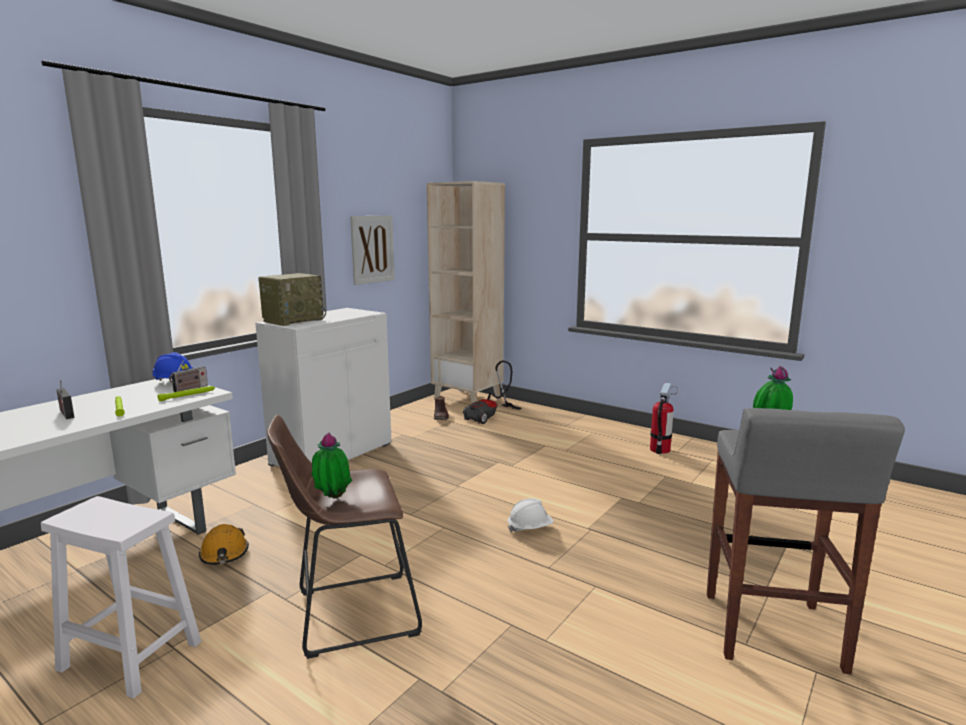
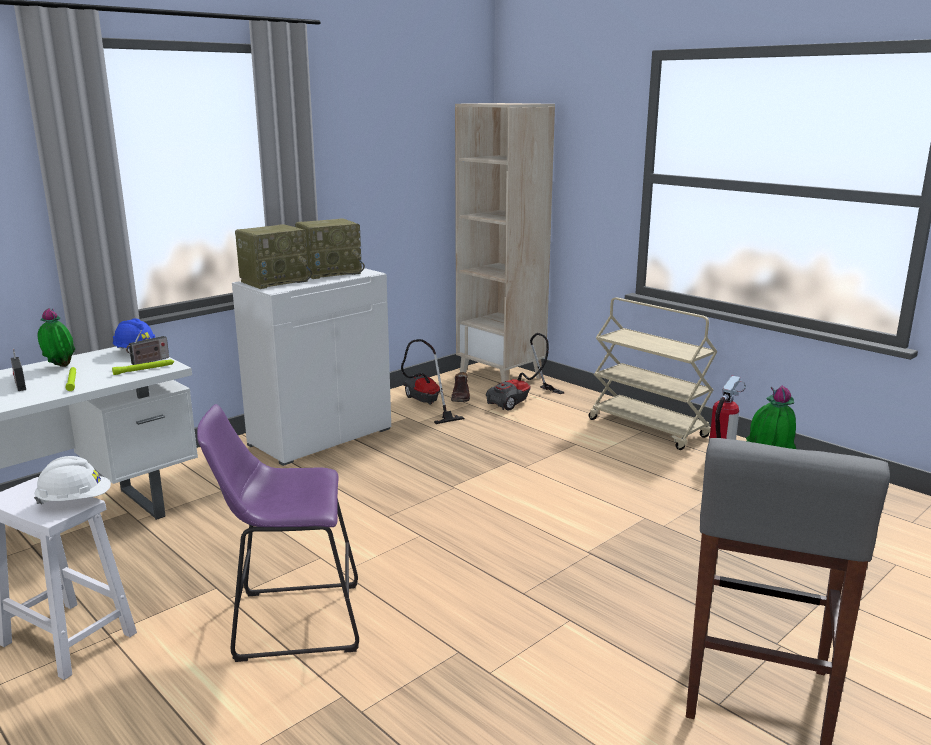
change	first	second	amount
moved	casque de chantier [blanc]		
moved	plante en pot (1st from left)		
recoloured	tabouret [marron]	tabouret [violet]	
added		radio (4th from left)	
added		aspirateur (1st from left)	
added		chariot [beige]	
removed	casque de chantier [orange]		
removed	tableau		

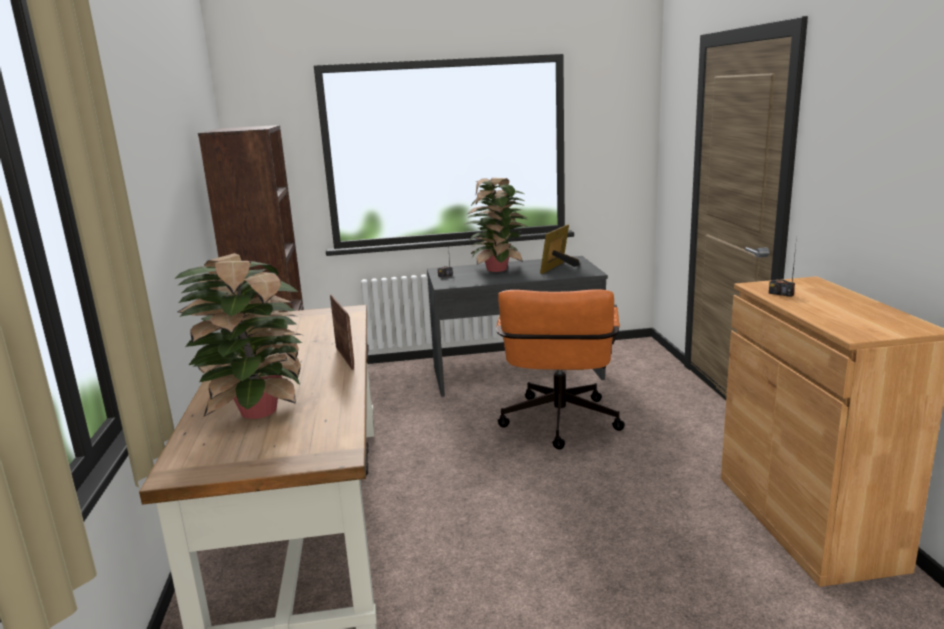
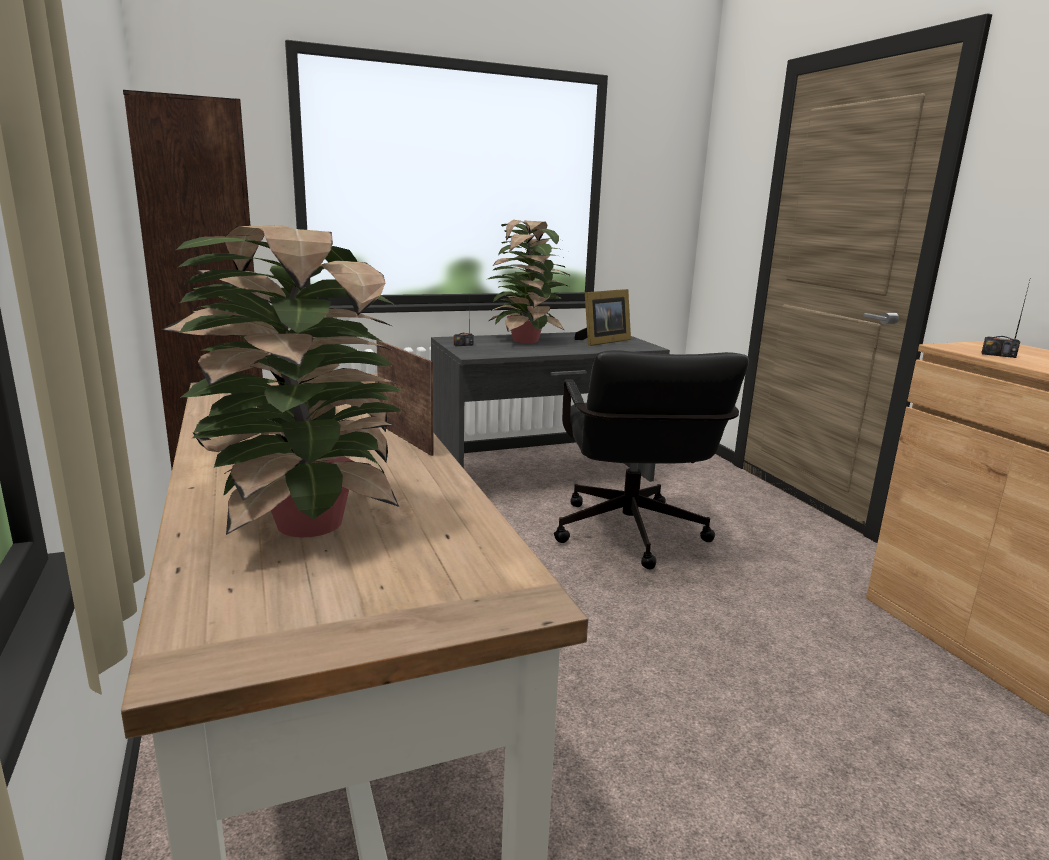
change	first	second	amount
recoloured	chaise de bureau [orange]	chaise de bureau [noir]	
turned	cadre photo (2nd from left)		150 degrees counterclockwise

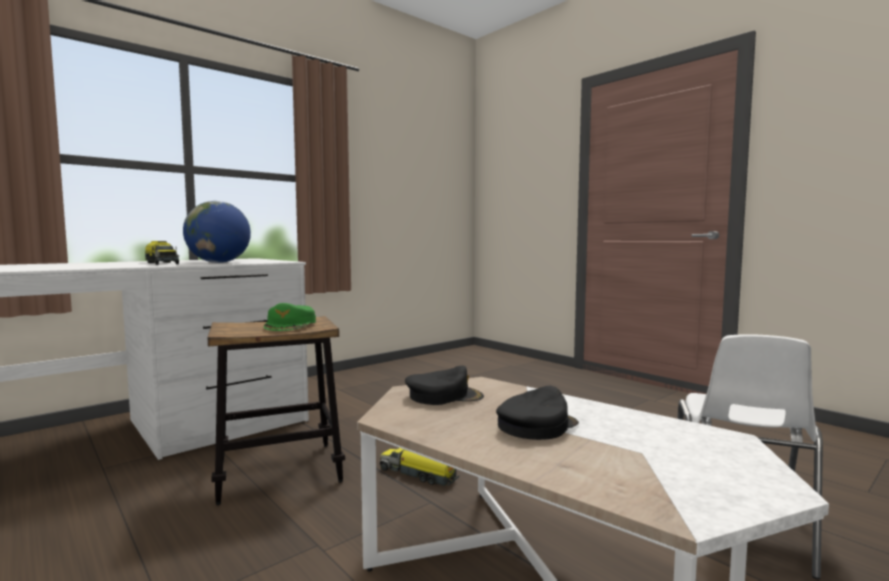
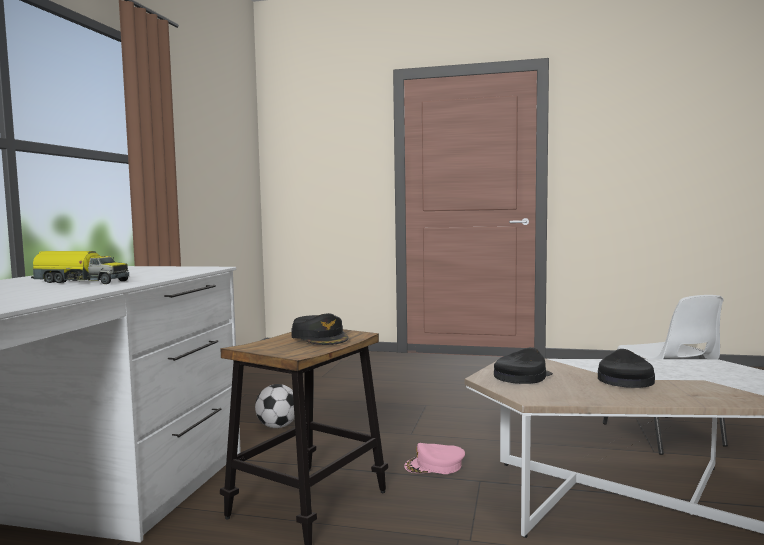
change	first	second	amount
added		ballon de foot	
recoloured	casquette [vert]	casquette [noir] (1st from left)	
replaced	camion jouet (2nd from left)	casquette [rose]	
removed	globe		

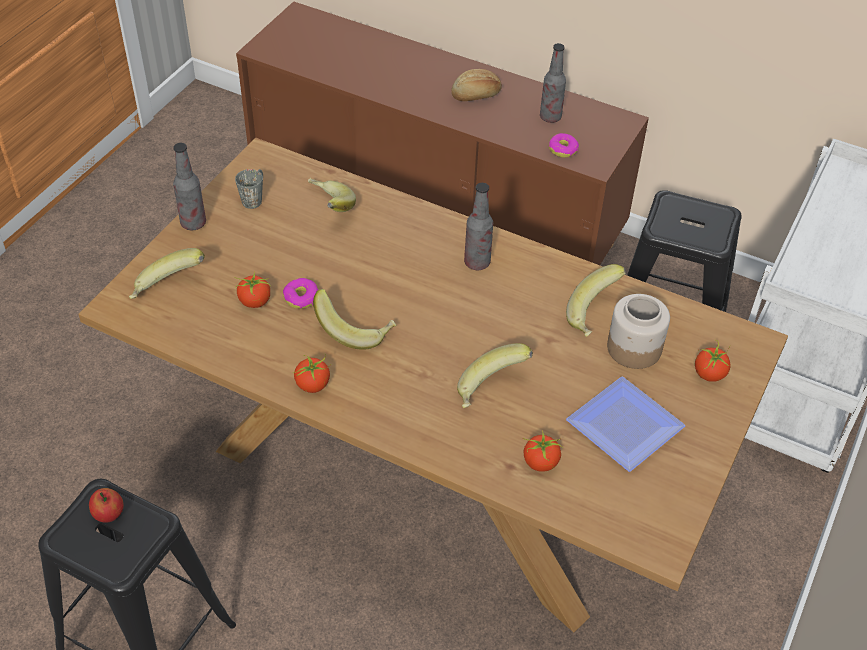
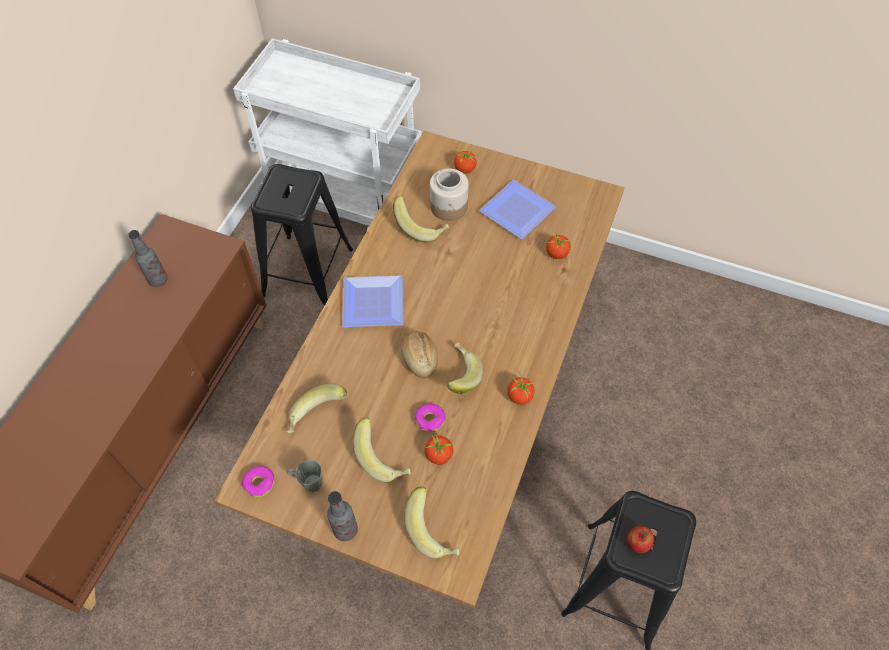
change	first	second	amount
moved	beignet (2nd from left in the first image)	beignet (1st from left)	
replaced	bouteille (2nd from left)	assiette (1st from left)	
moved	banane (4th from left in the first image)	banane (2nd from left)	
moved	pain		

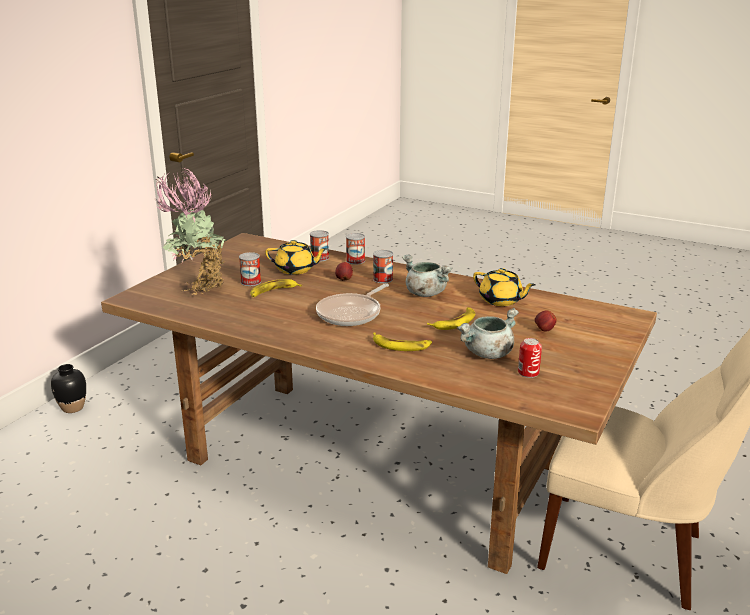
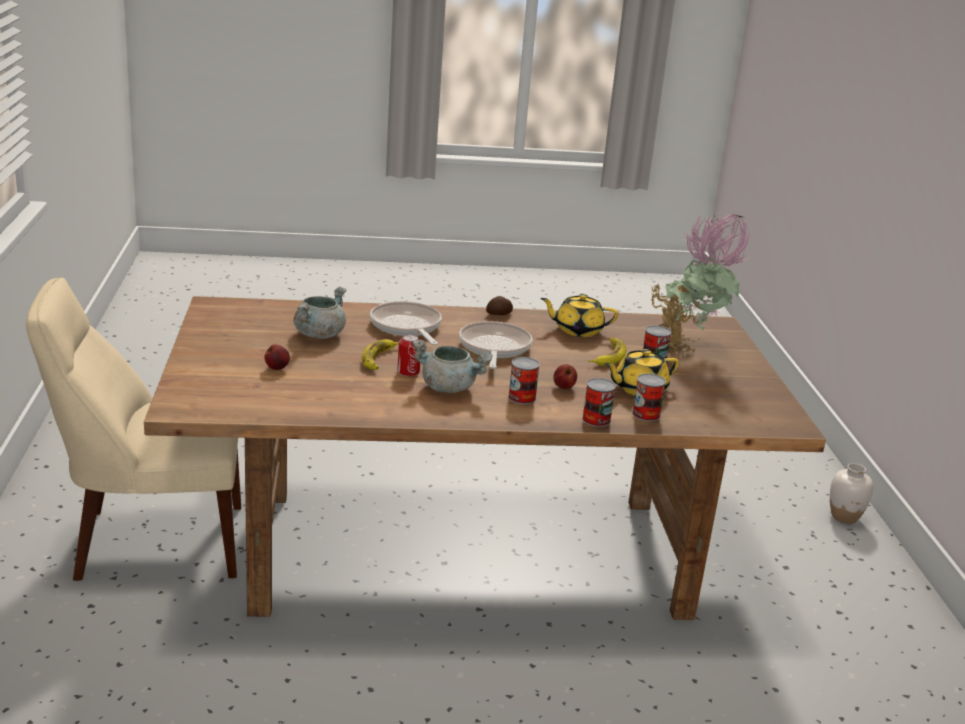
change	first	second	amount
replaced	banane (2nd from left)	poêle (1st from left)	
moved	boîte métallique (5th from left in the first image)	boîte métallique (1st from left)	
added		pomme de terre	
moved	théière [jaune] (2nd from left in the first image)	théière [jaune] (1st from left)	
recoloured	vase [noir]	vase [blanc]	

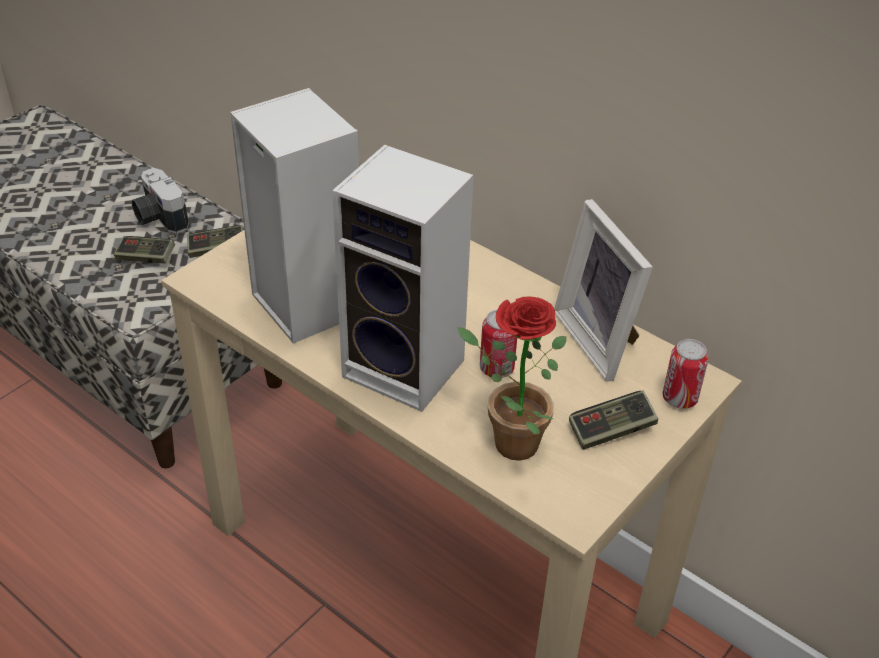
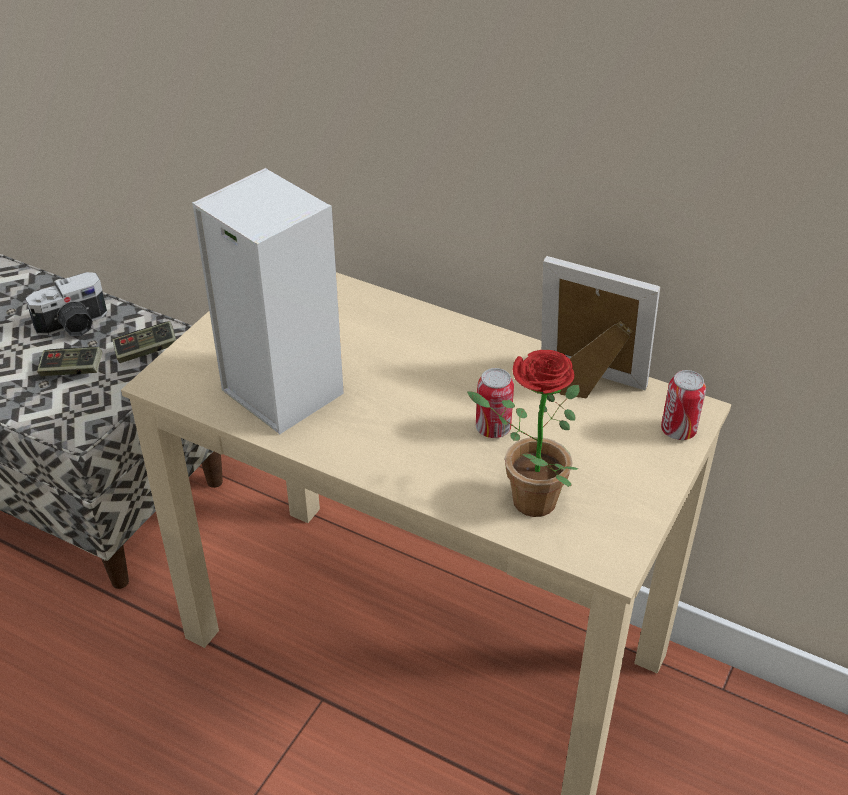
change	first	second	amount
turned	appareil photo		75 degrees counterclockwise
turned	cadre photo		150 degrees clockwise
removed	enceinte (2nd from left)		
removed	manette (3rd from left)		

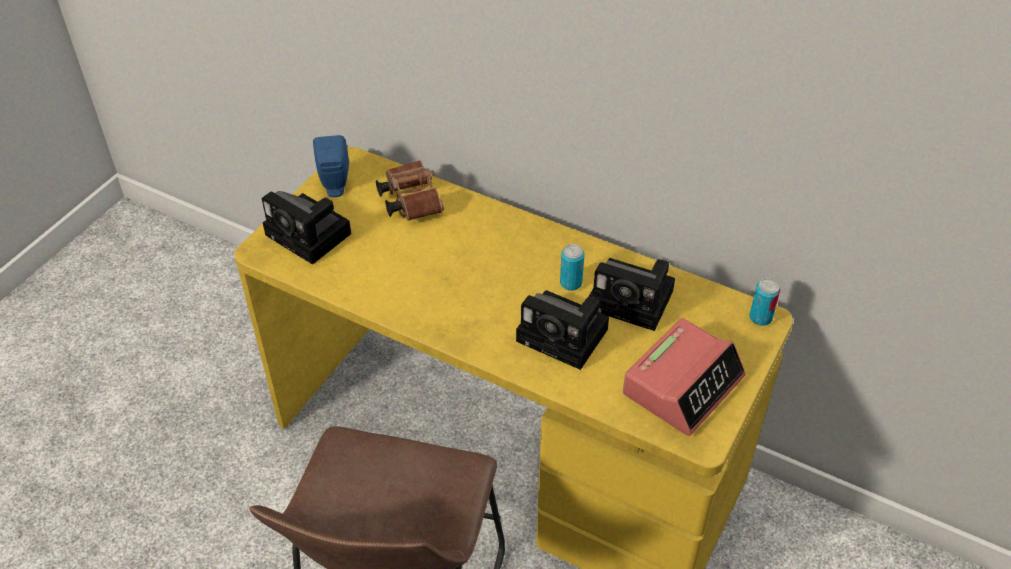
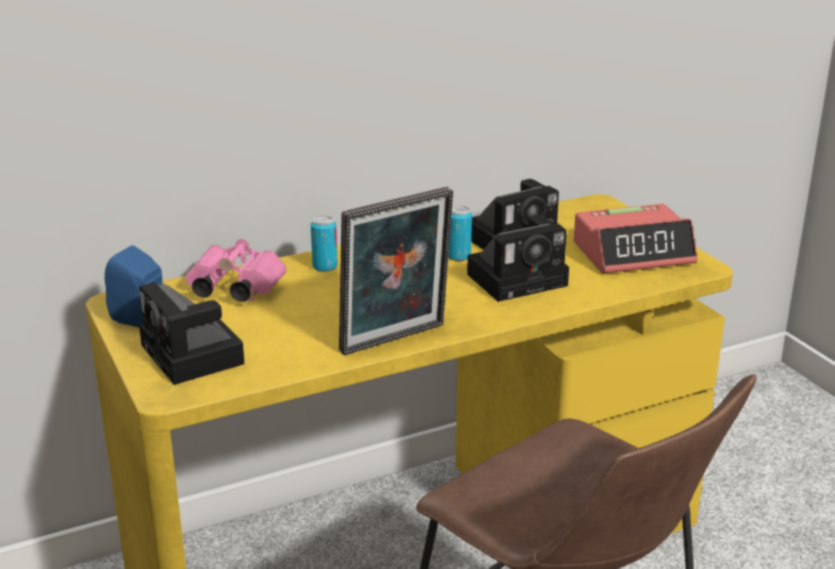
change	first	second	amount
turned	appareil photo (1st from left)		75 degrees clockwise
recoloured	jumelles [marron]	jumelles [rose]	
moved	boîte métallique (2nd from left in the first image)	boîte métallique (1st from left)	
added		cadre photo	
turned	réveil		90 degrees clockwise

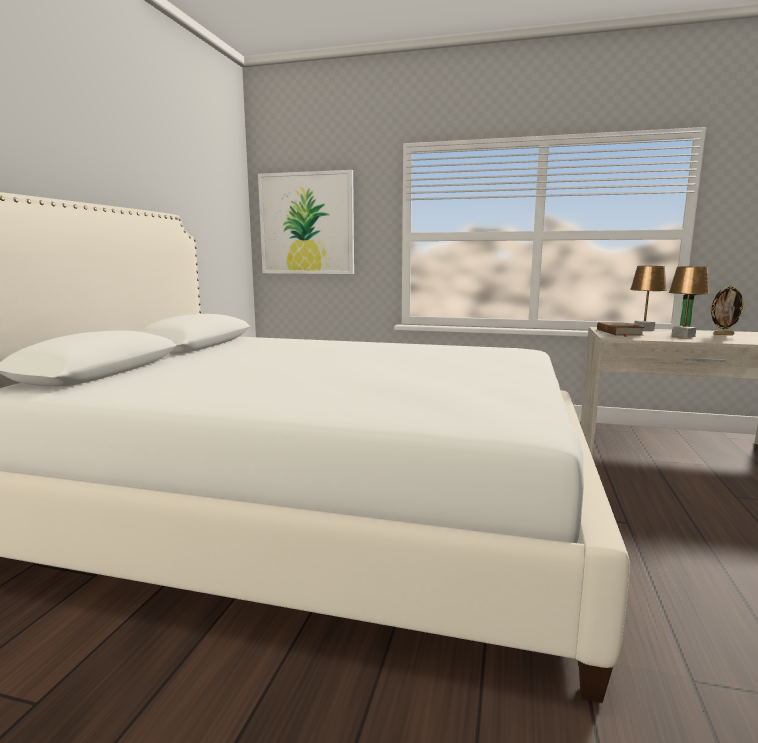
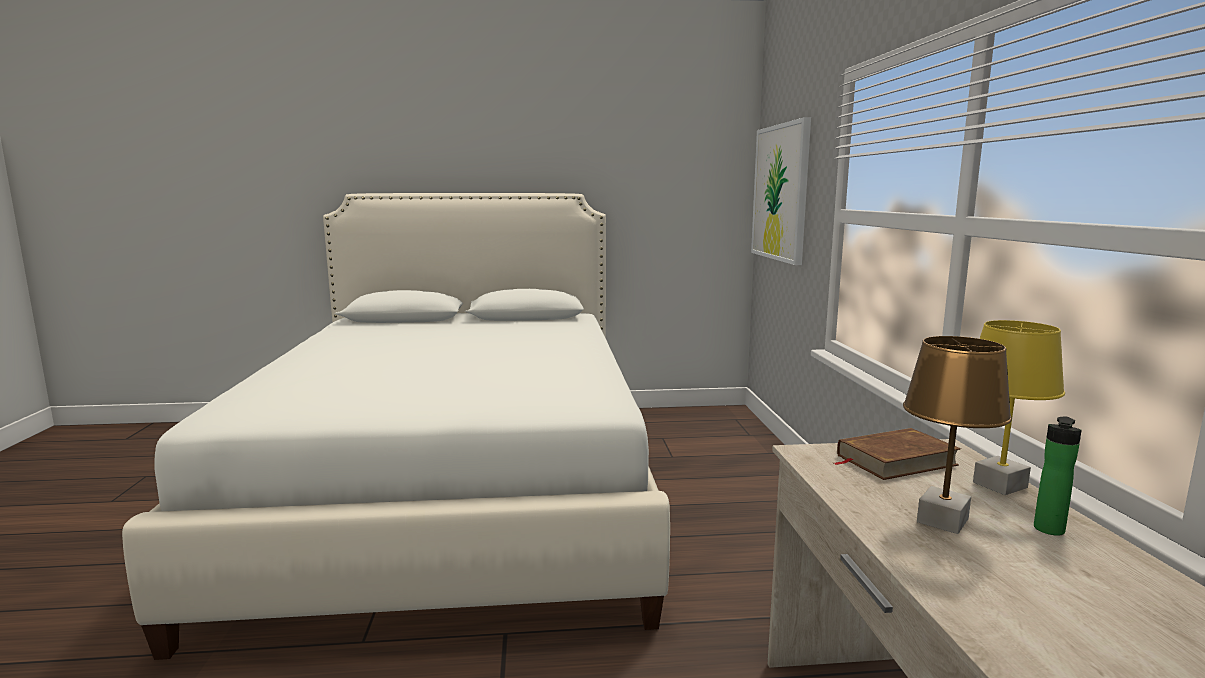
change	first	second	amount
recoloured	lampe de table [marron] (1st from left)	lampe de table [jaune]	
removed	cadre photo		

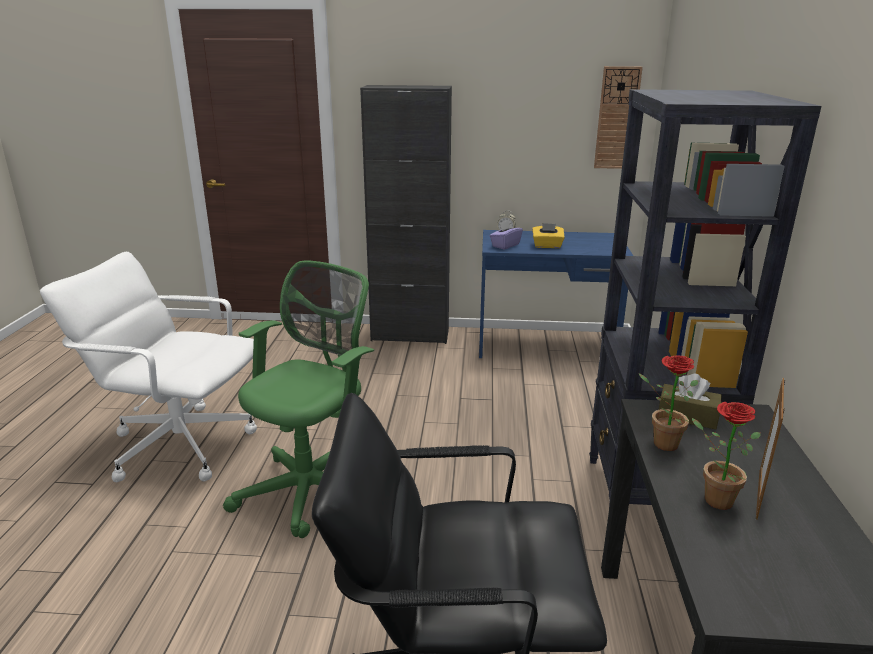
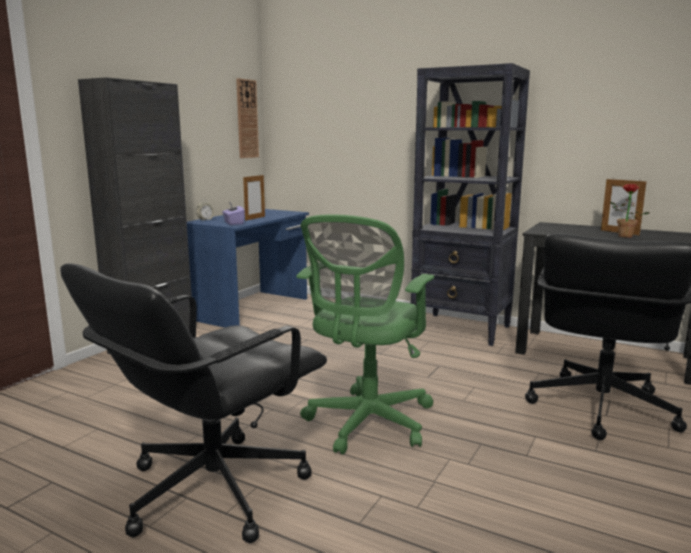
change	first	second	amount
recoloured	chaise de bureau [blanc]	chaise de bureau [noir] (1st from left)	
replaced	boîte à mouchoirs [jaune]	cadre photo (1st from left)	
turned	chaise de bureau [vert]		120 degrees counterclockwise
removed	plante en pot (1st from left)		
removed	boîte à mouchoirs [marron]		

